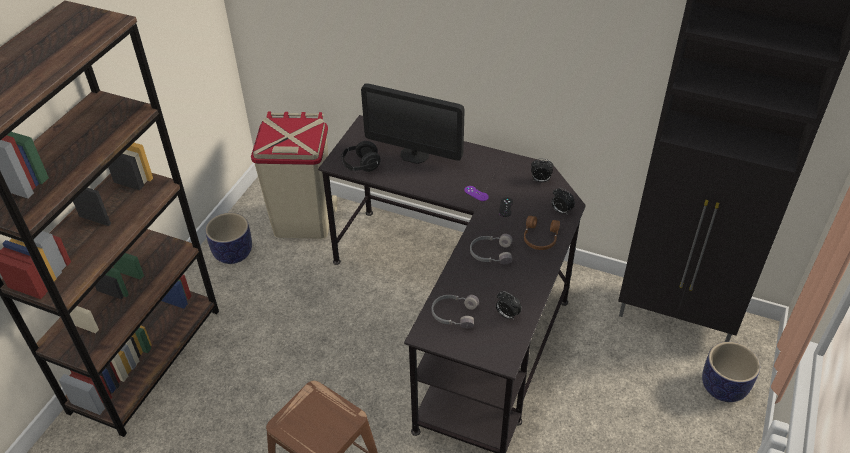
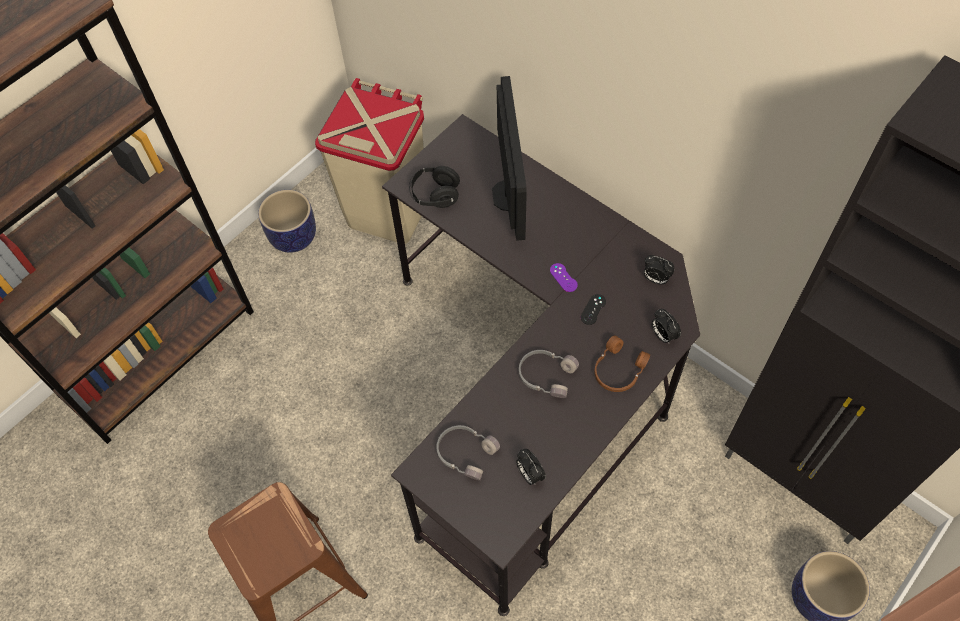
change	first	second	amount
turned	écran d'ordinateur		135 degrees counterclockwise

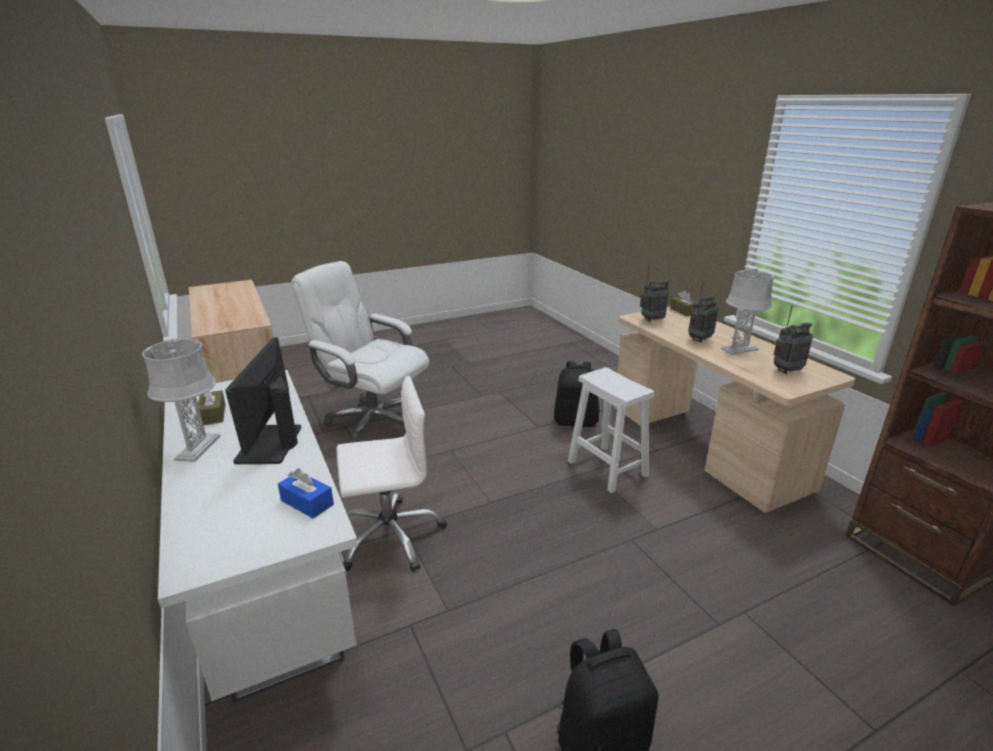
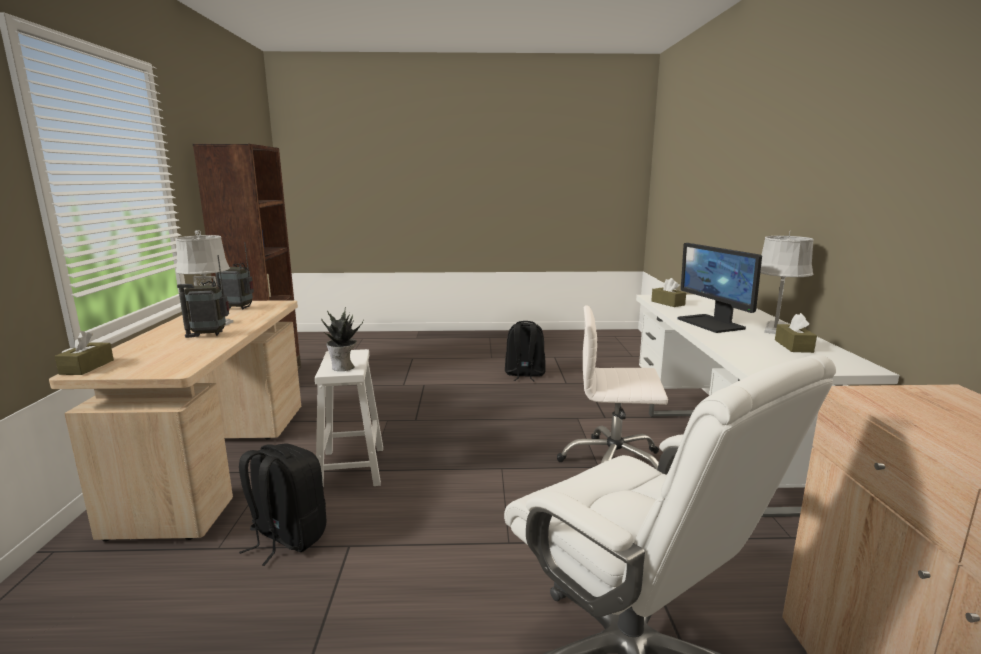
change	first	second	amount
added		plante en pot	
recoloured	boîte à mouchoirs [bleu]	boîte à mouchoirs [marron] (2nd from left)	
turned	écran d'ordinateur		135 degrees clockwise
removed	radio (1st from left)		

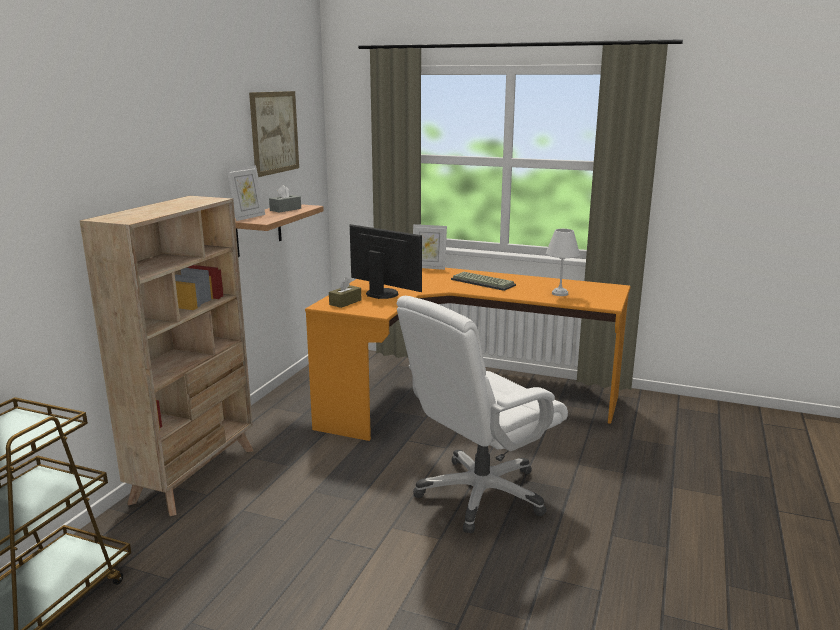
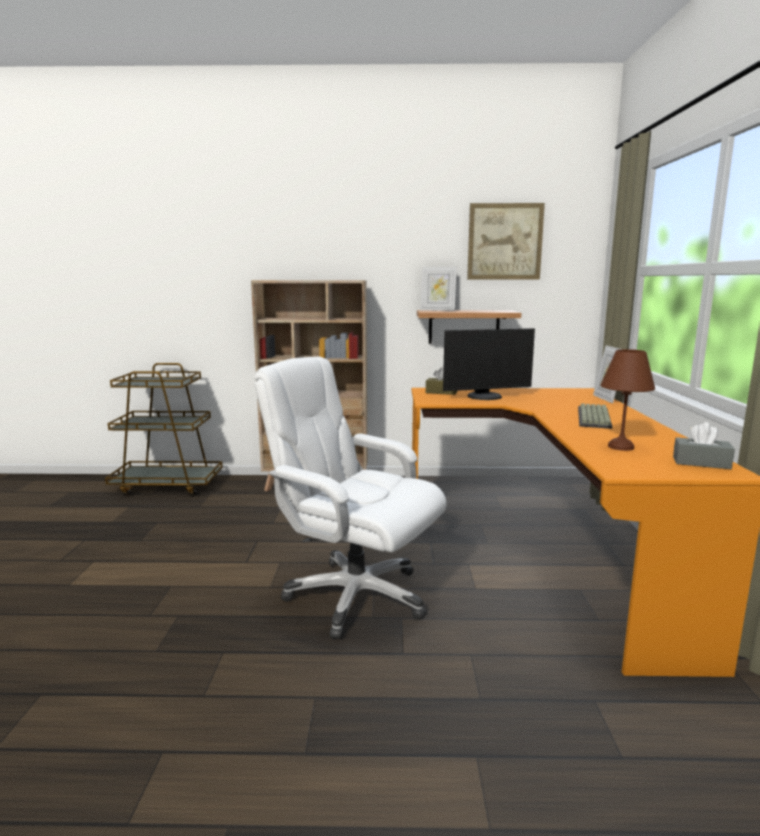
change	first	second	amount
turned	écran d'ordinateur		60 degrees clockwise
recoloured	lampe de table [blanc]	lampe de table [marron]	
moved	boîte à mouchoirs [gris]		

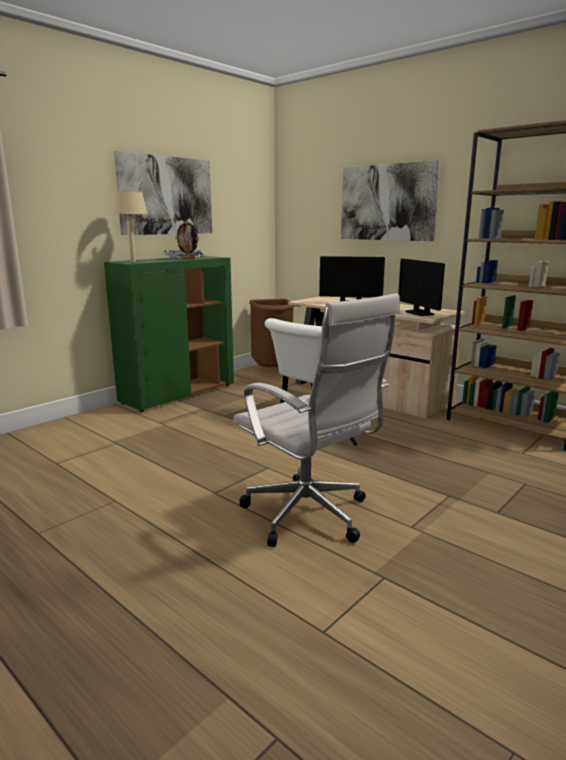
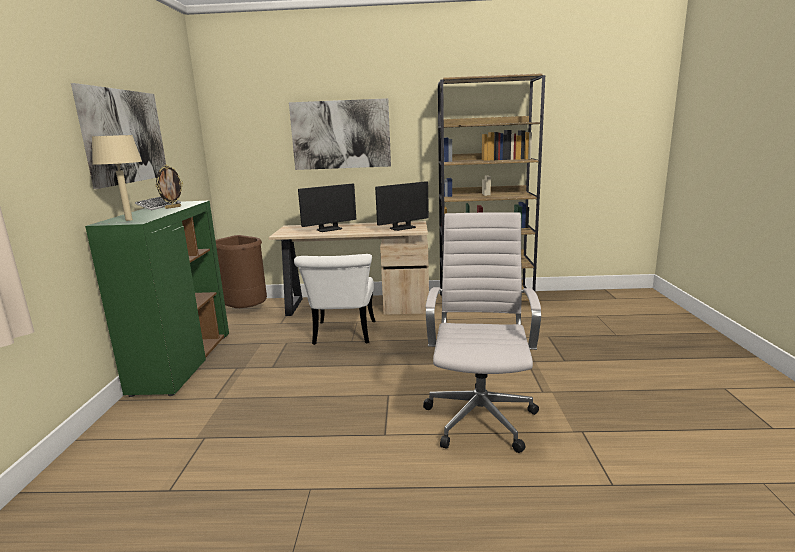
change	first	second	amount
turned	écran d'ordinateur (2nd from left)		60 degrees counterclockwise
turned	chaise de bureau [blanc]		90 degrees counterclockwise

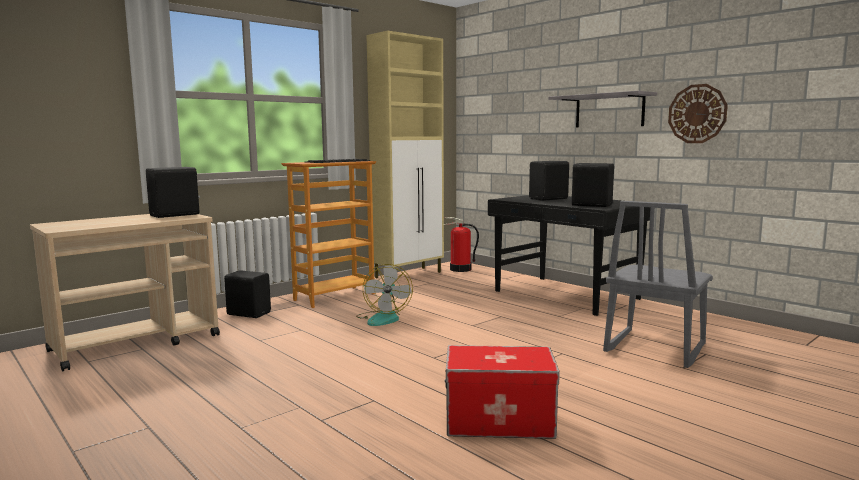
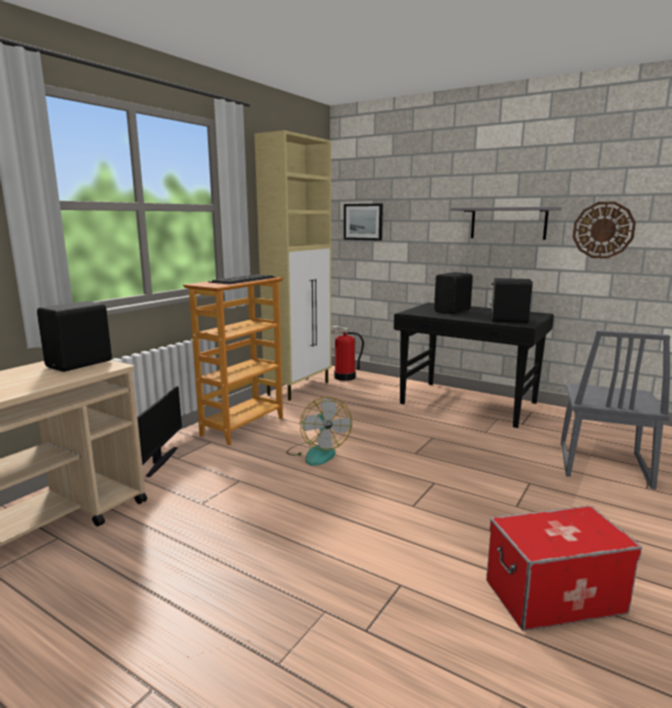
change	first	second	amount
replaced	enceinte [noir] (2nd from left)	écran d'ordinateur	
added		tableau	

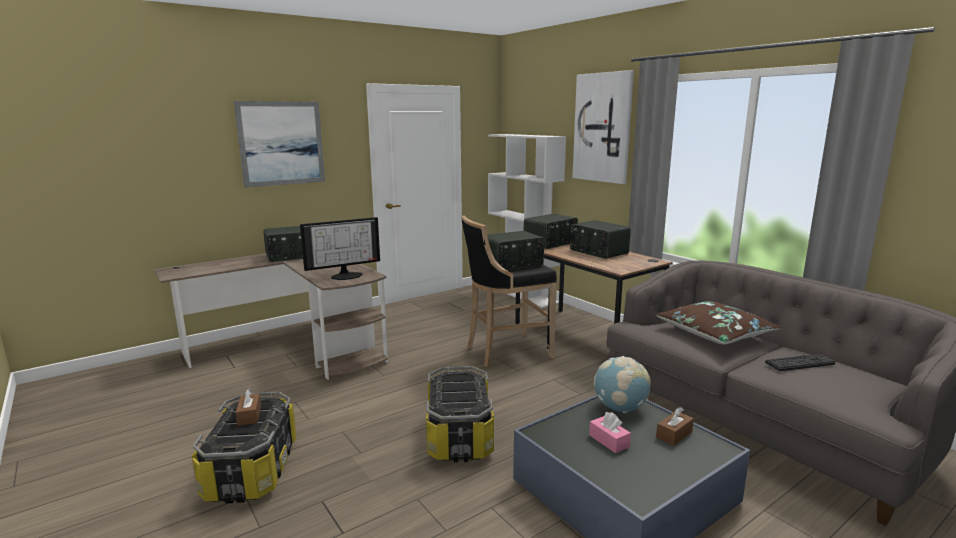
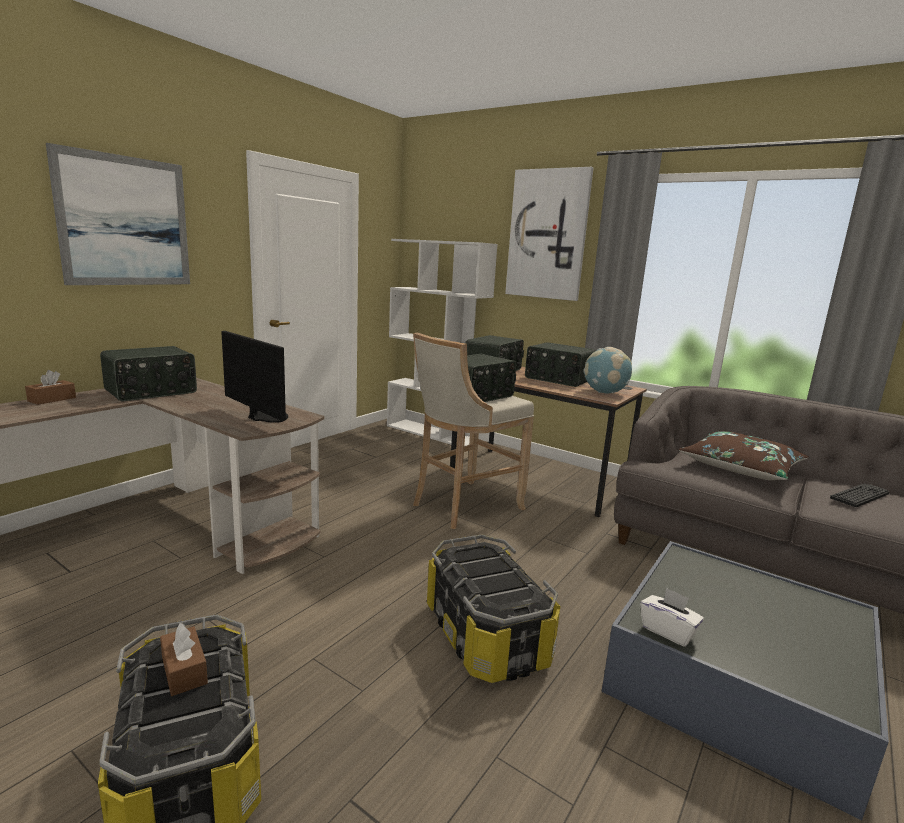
change	first	second	amount
moved	boîte à mouchoirs [marron] (2nd from left in the first image)	boîte à mouchoirs [marron] (1st from left)	
turned	écran d'ordinateur		90 degrees counterclockwise
recoloured	tabouret [noir]	tabouret [beige]	
moved	globe		
added		boîte à mouchoirs [blanc]	
removed	boîte à mouchoirs [rose]		

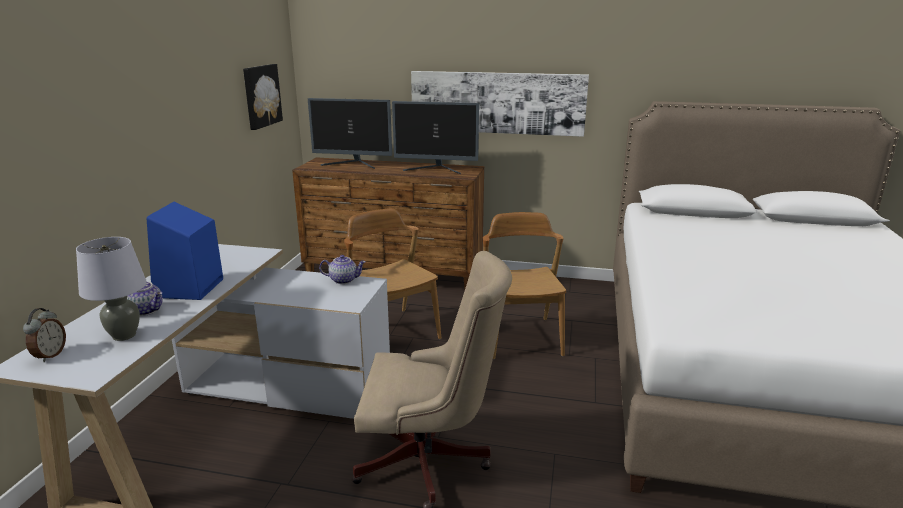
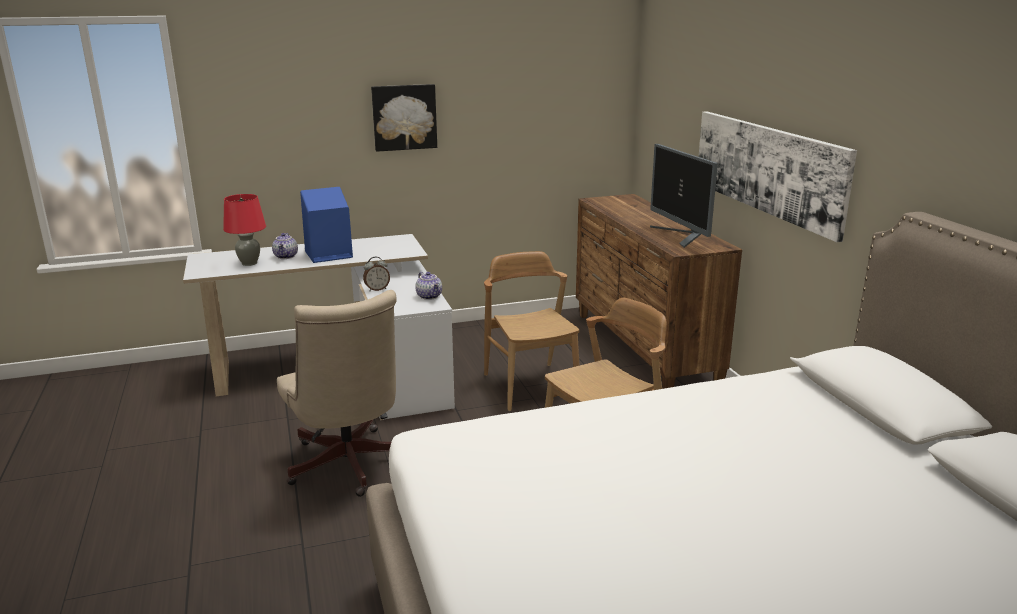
change	first	second	amount
recoloured	lampe de table [gris]	lampe de table [rouge]	
moved	réveil		
moved	tableau (1st from left)		
turned	chaise [marron] (1st from left)		45 degrees counterclockwise
removed	écran d'ordinateur (1st from left)		

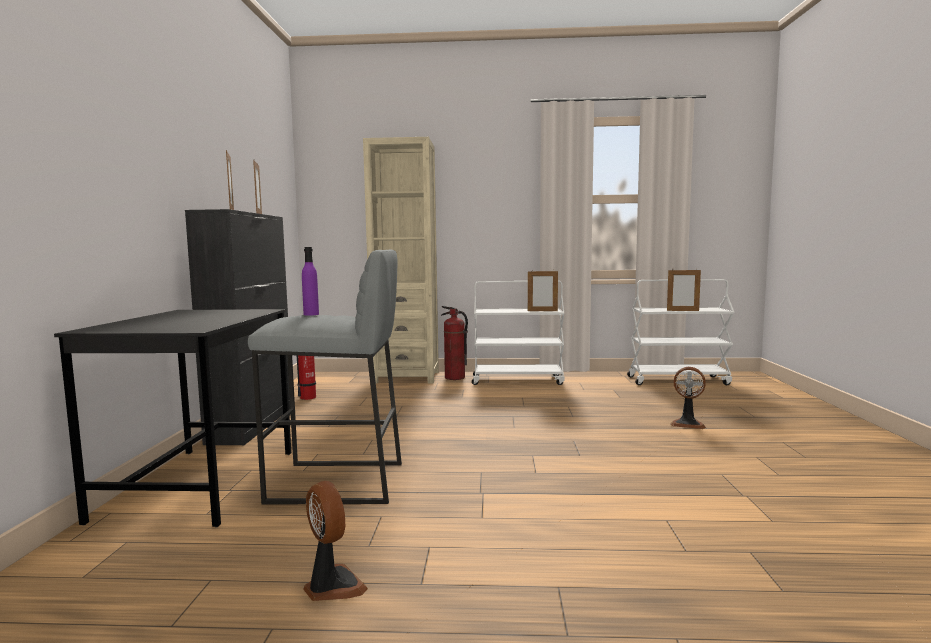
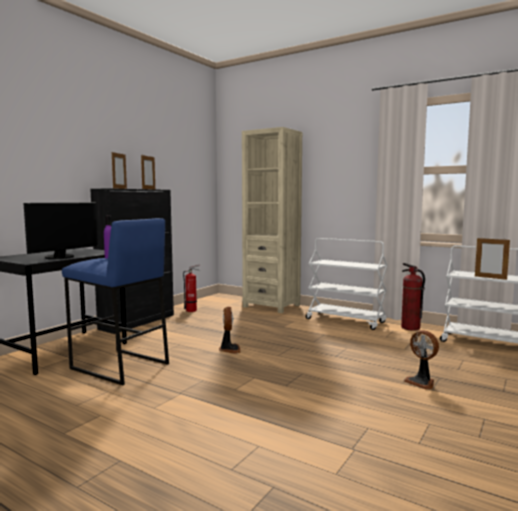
change	first	second	amount
added		écran d'ordinateur	
recoloured	tabouret [gris]	tabouret [bleu]	
moved	ventilateur (1st from left)		
moved	extincteur (2nd from left)		
removed	cadre photo (3rd from left)		

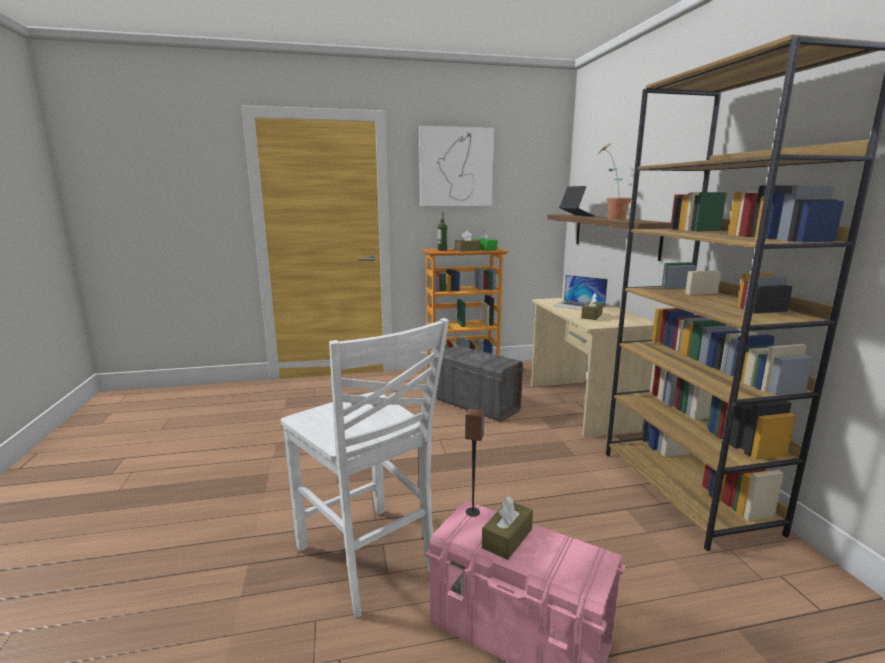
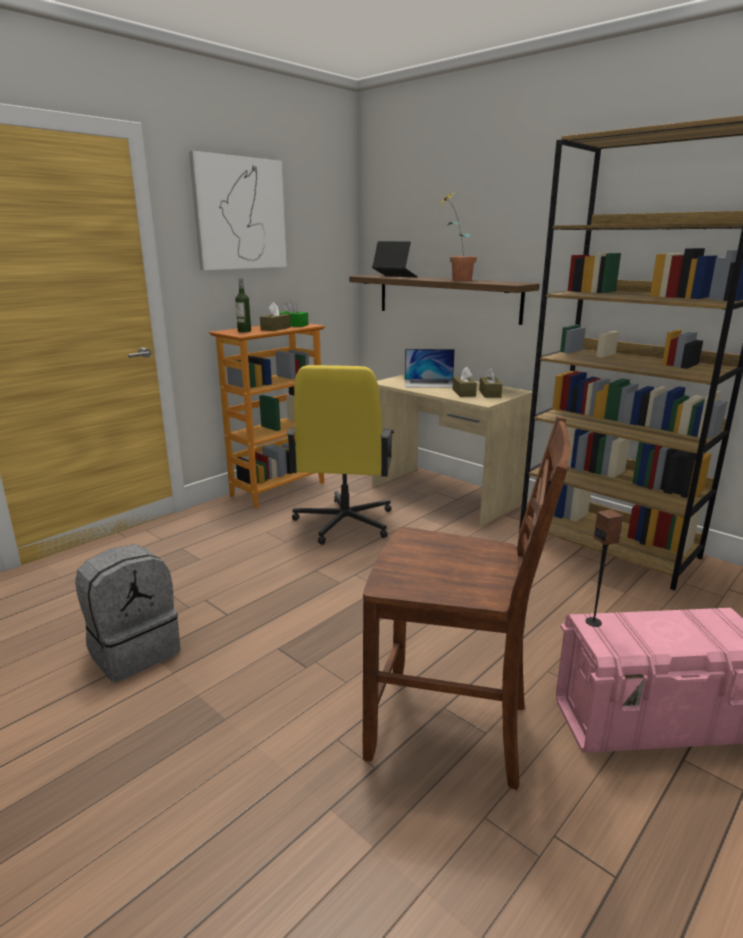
change	first	second	amount
added		sac à dos [gris]	
replaced	boîte de rangement [gris]	chaise de bureau [jaune]	
recoloured	chaise [blanc]	chaise [marron]	
moved	boîte à mouchoirs [marron] (2nd from left in the first image)	boîte à mouchoirs [marron] (3rd from left)	

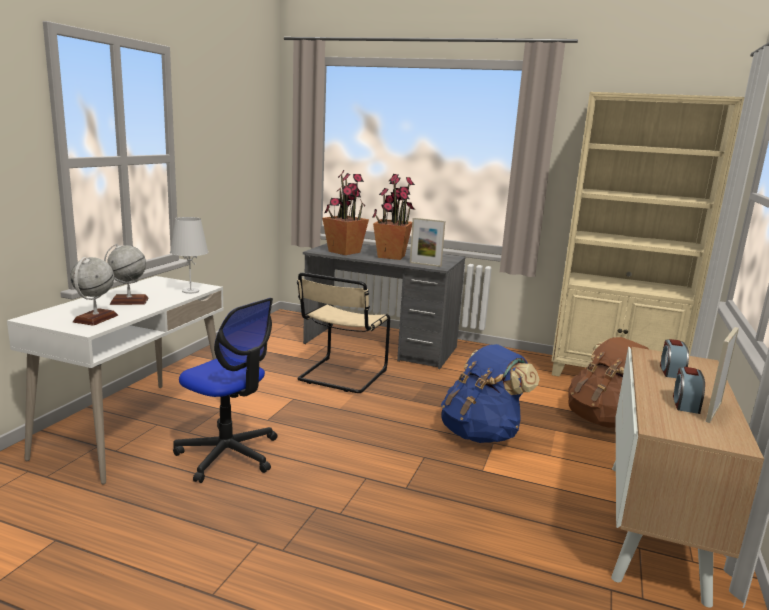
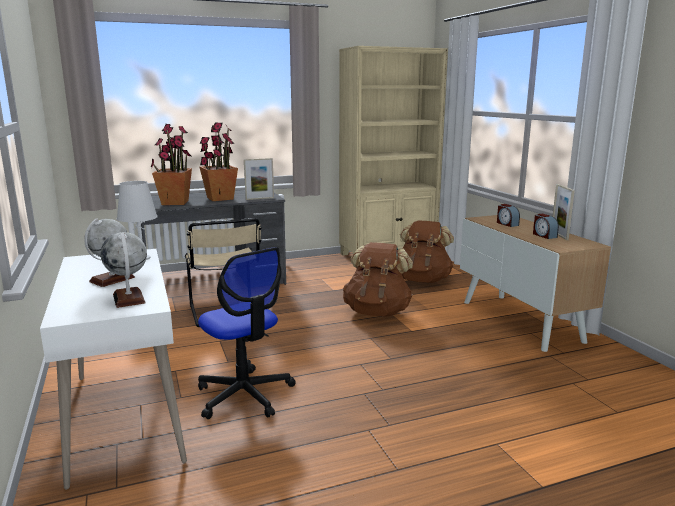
change	first	second	amount
turned	chaise de bureau		60 degrees clockwise
recoloured	sac à dos [bleu]	sac à dos [marron] (1st from left)	

